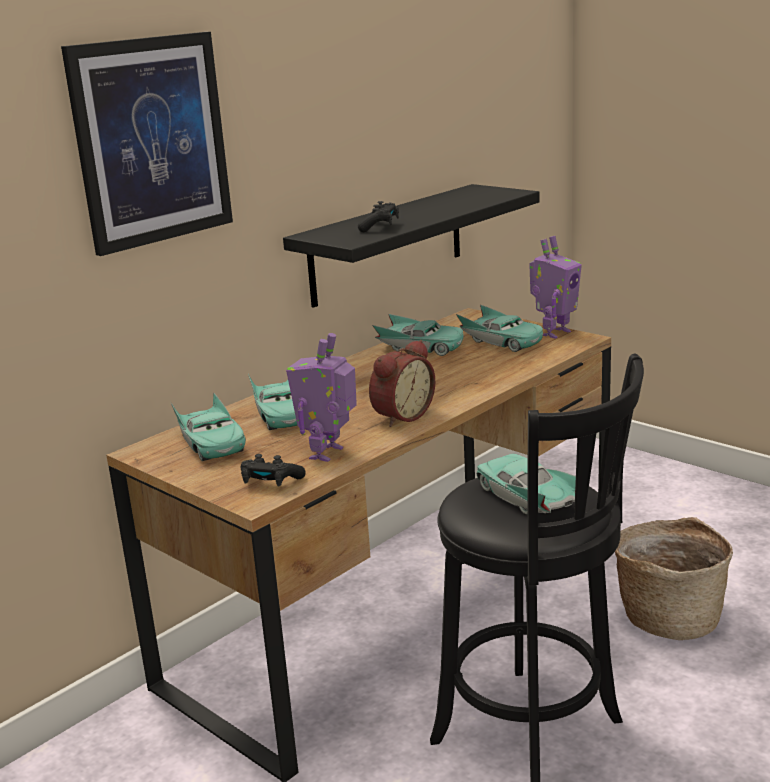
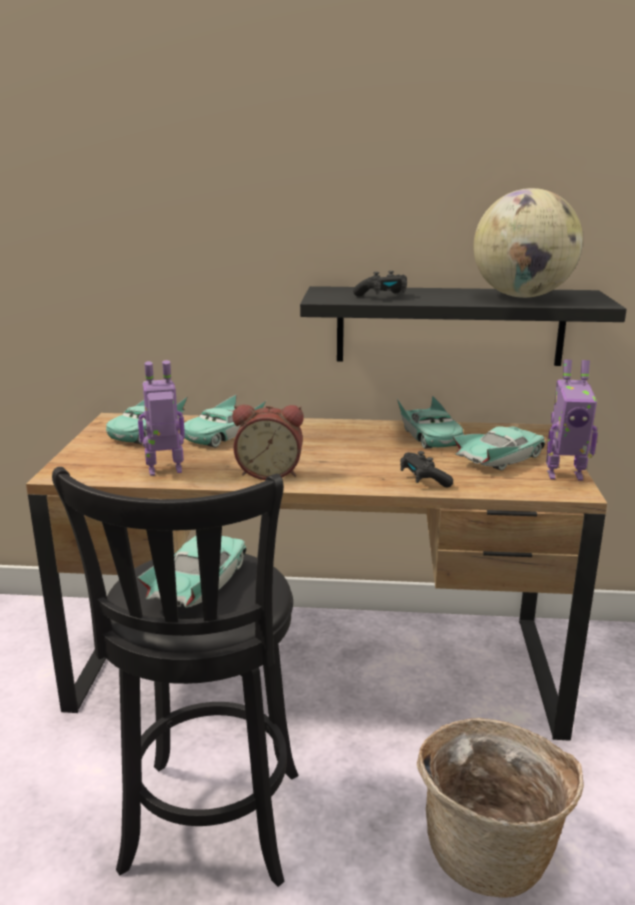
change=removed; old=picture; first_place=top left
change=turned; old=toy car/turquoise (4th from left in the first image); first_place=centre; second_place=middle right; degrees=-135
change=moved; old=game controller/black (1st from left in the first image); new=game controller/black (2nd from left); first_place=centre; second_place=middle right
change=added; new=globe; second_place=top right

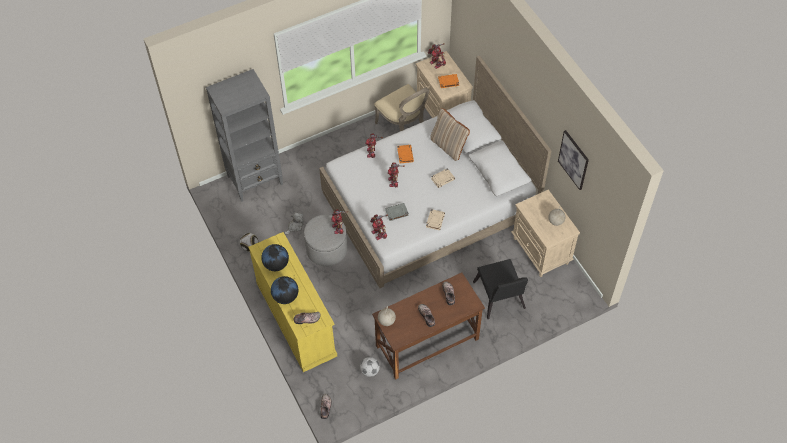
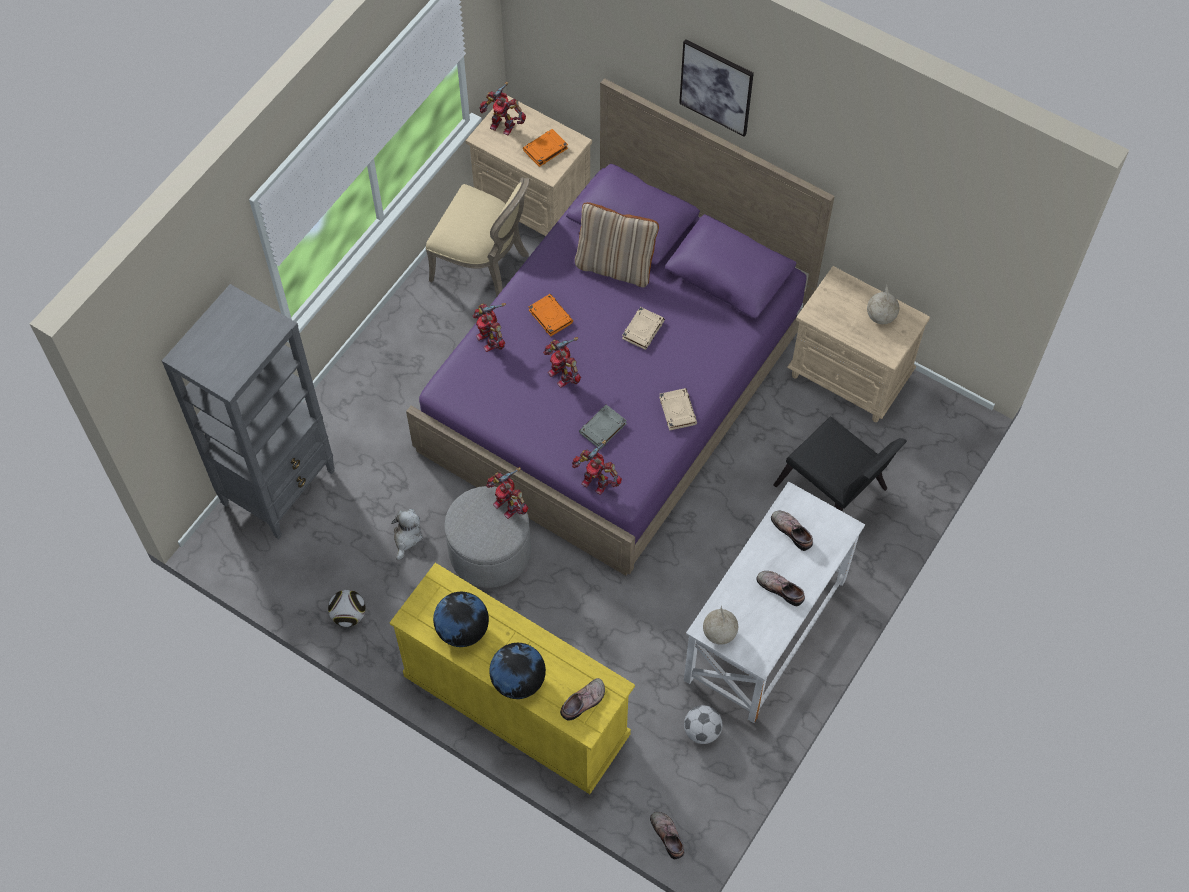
change=recoloured; old=bed/white; new=bed/purple; first_place=centre; second_place=centre
change=moved; old=picture; first_place=middle right; second_place=top centre
change=recoloured; old=desk/brown; new=desk/white; first_place=bottom centre; second_place=bottom centre

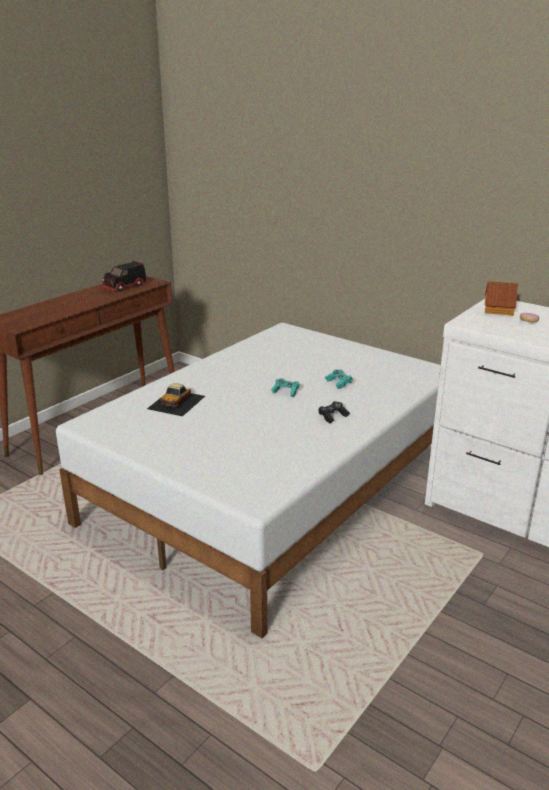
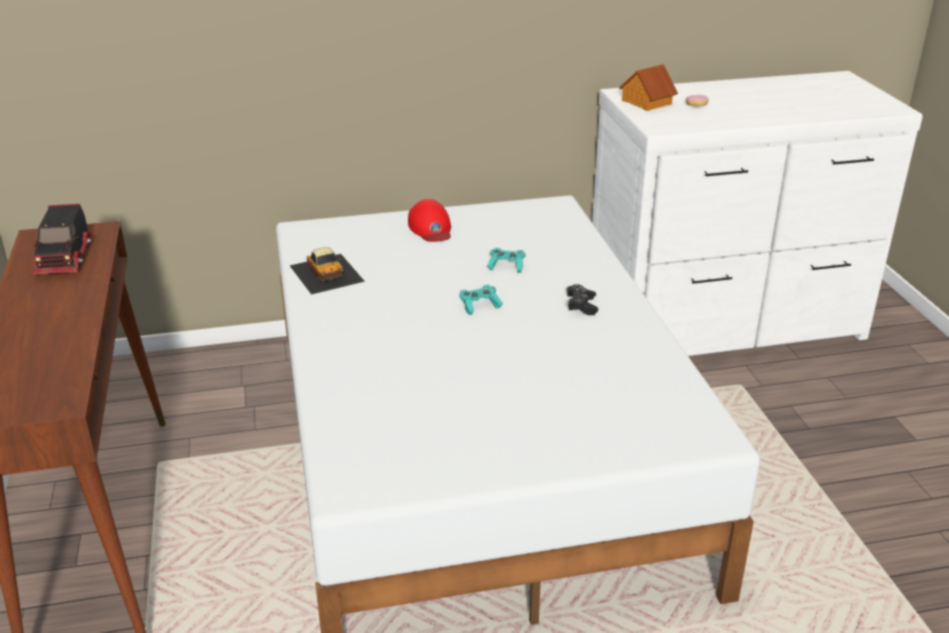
change=moved; old=toy car; first_place=middle left; second_place=centre
change=added; new=cap/red; second_place=centre

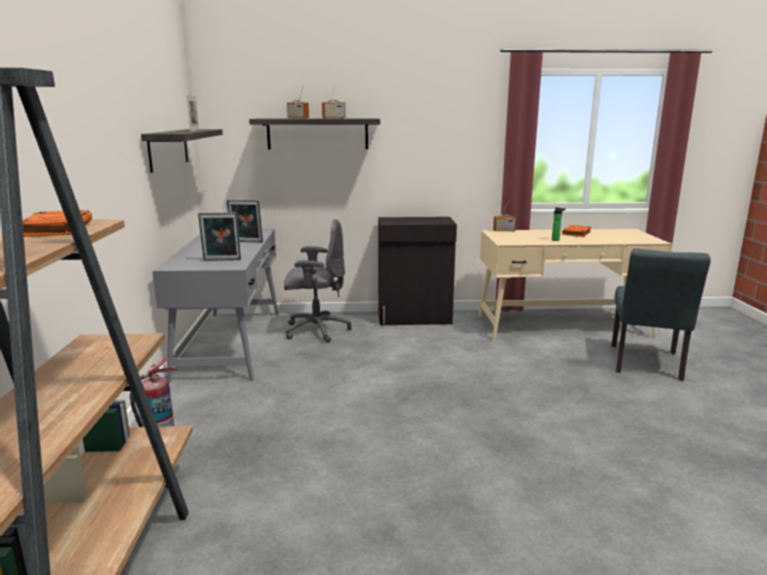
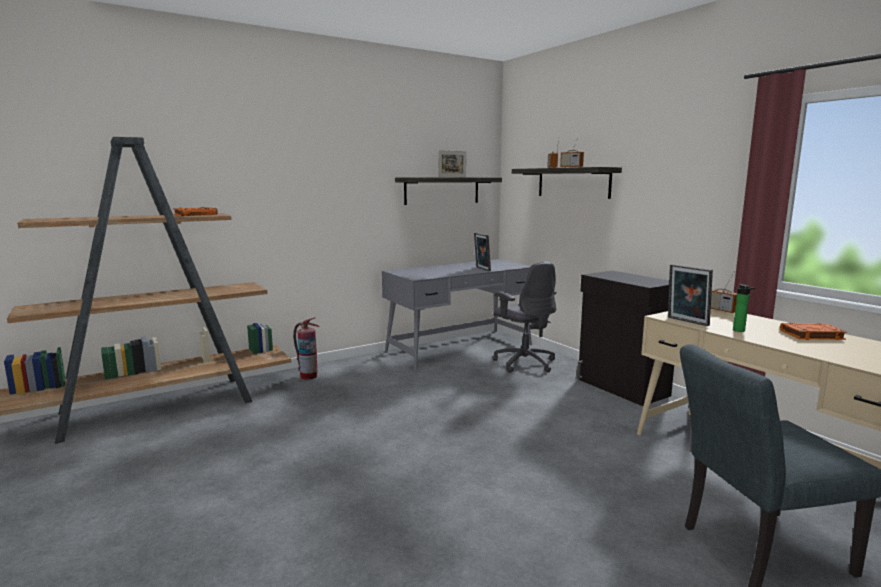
change=moved; old=picture frame (2nd from left in the first image); new=picture frame (3rd from left); first_place=middle left; second_place=middle right

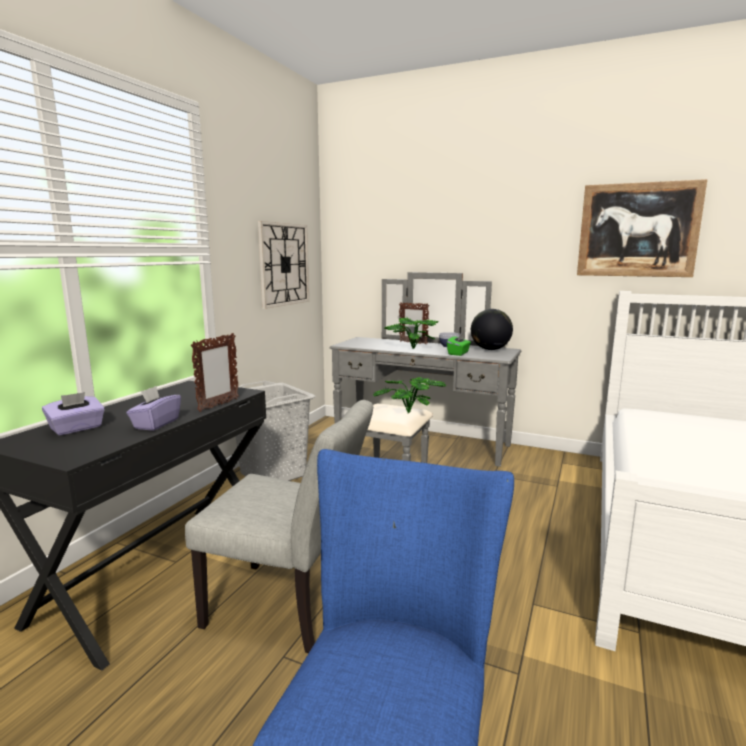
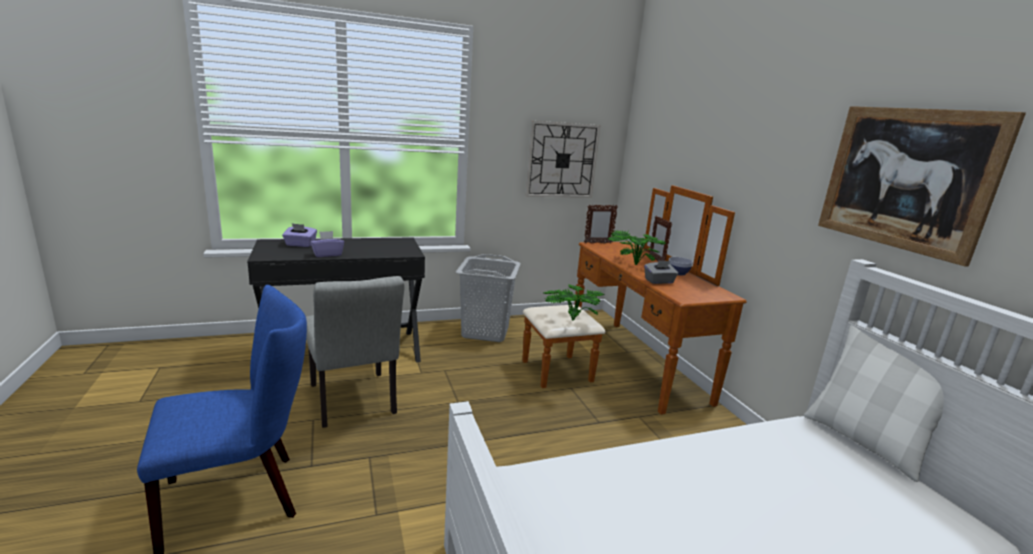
change=recoloured; old=dresser/grey; new=dresser/brown; first_place=centre; second_place=centre
change=removed; old=globe; first_place=centre
change=recoloured; old=tissue box/green; new=tissue box/grey; first_place=centre; second_place=centre
change=moved; old=picture frame (1st from left); first_place=middle left; second_place=centre
change=added; new=pillow/white; second_place=bottom right

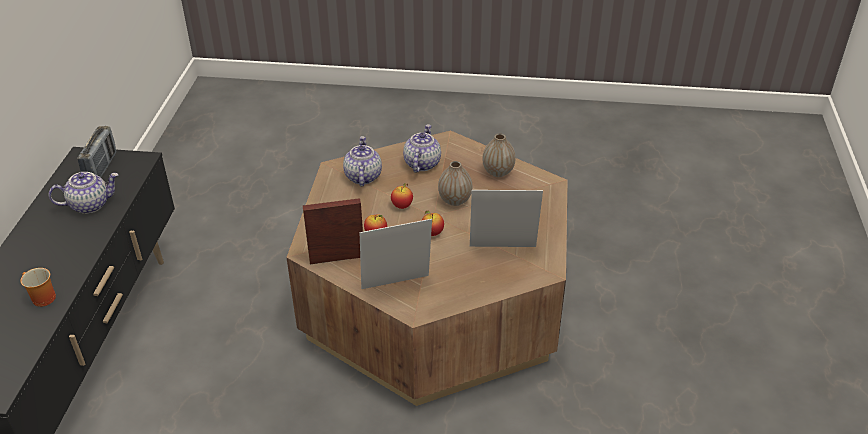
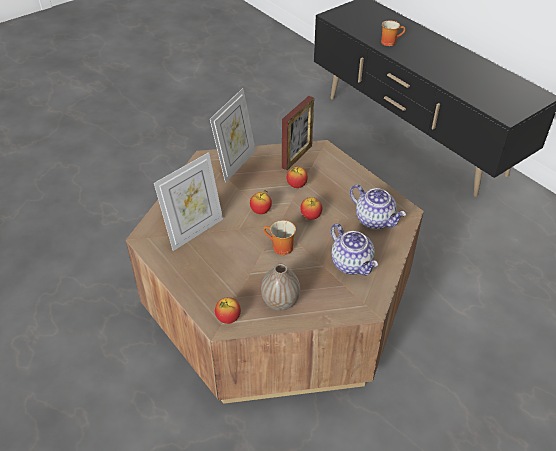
change=removed; old=radio; first_place=middle left
change=replaced; old=vase (1st from left); new=mug (1st from left); first_place=centre; second_place=centre
change=removed; old=teapot (1st from left); first_place=middle left
change=added; new=apple (1st from left); second_place=bottom centre

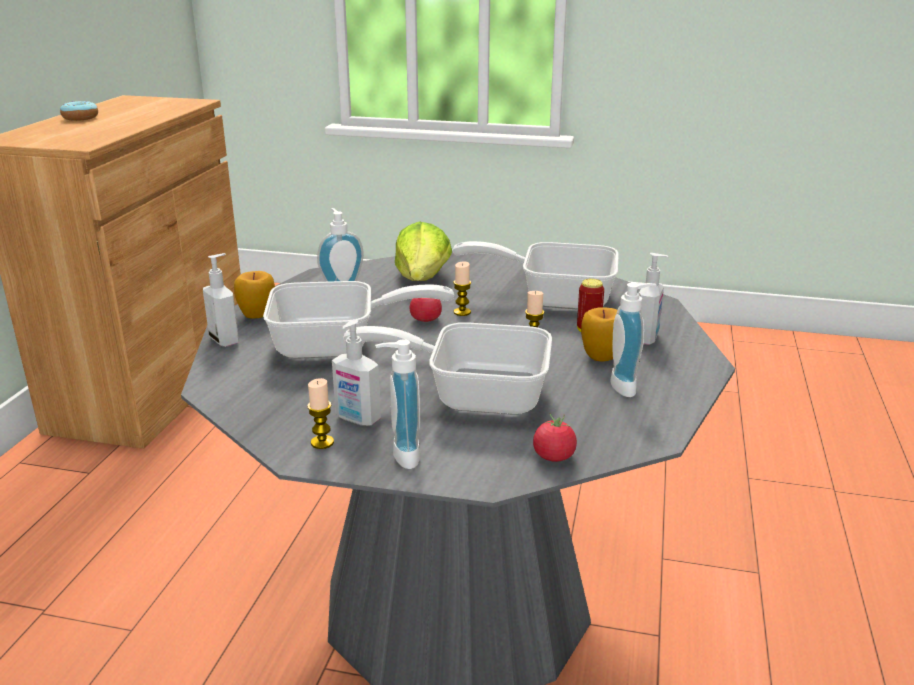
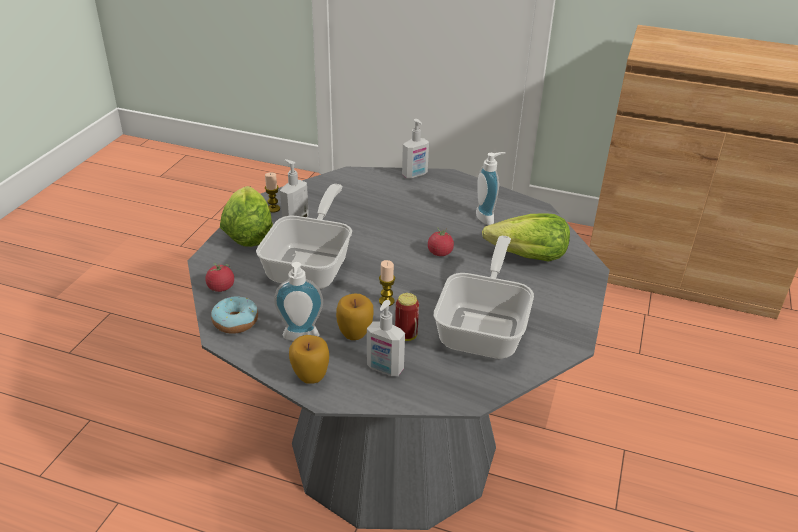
change=moved; old=donut; first_place=top left; second_place=middle left
change=removed; old=candle (2nd from left); first_place=centre
change=moved; old=apple (1st from left); first_place=middle left; second_place=bottom centre
change=removed; old=frying pan (1st from left); first_place=centre
change=replaced; old=soap dispenser (4th from left); new=lettuce (1st from left); first_place=centre; second_place=middle left

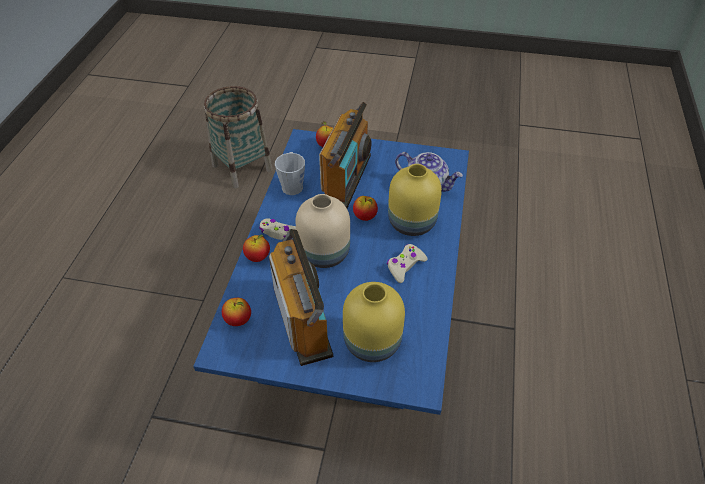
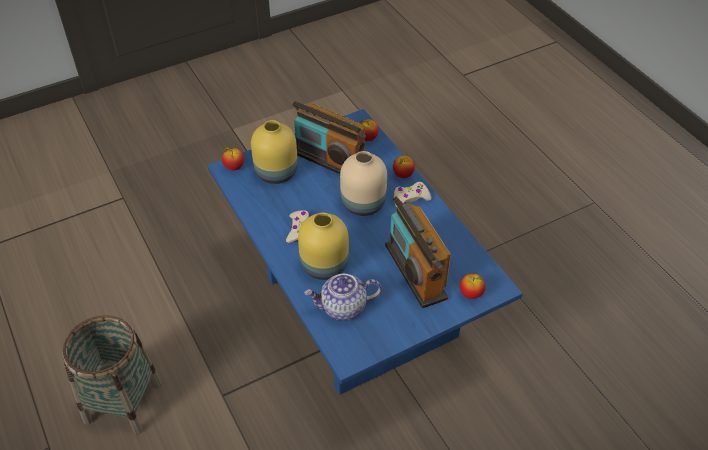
change=moved; old=basket; first_place=top centre; second_place=bottom left
change=removed; old=mug/grey; first_place=centre
change=moved; old=apple (4th from left in the first image); new=apple (1st from left); first_place=centre; second_place=middle left

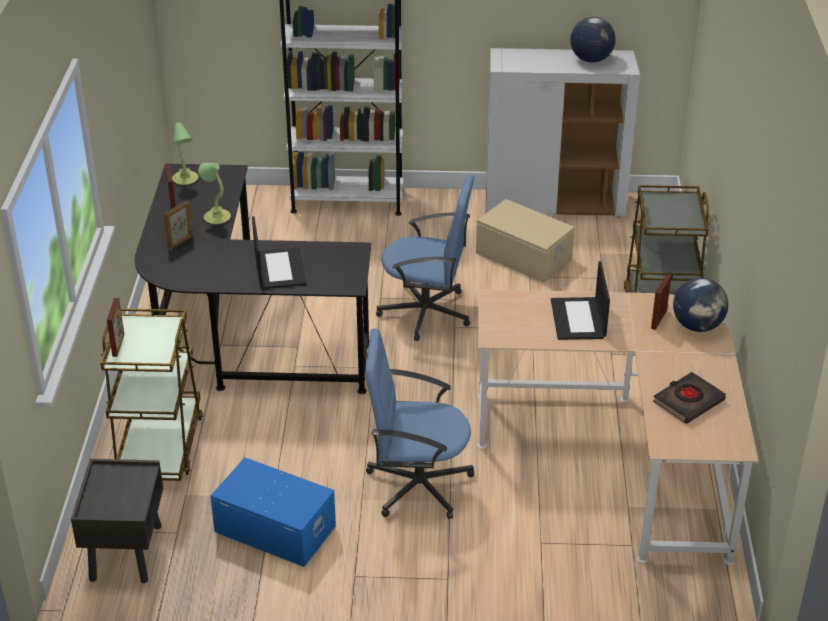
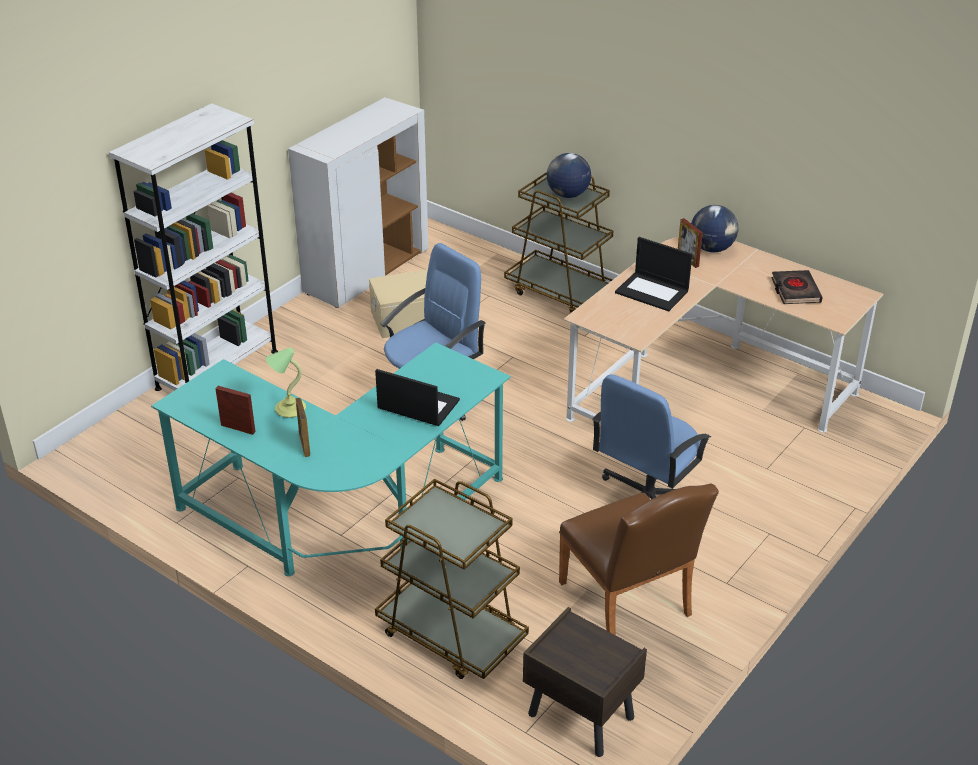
change=moved; old=globe (1st from left); first_place=top right; second_place=top centre
change=removed; old=table lamp (1st from left); first_place=top left
change=recoloured; old=desk/black; new=desk/turquoise; first_place=middle left; second_place=centre
change=removed; old=picture frame (1st from left); first_place=middle left
change=replaced; old=storage box/blue; new=chair/brown; first_place=bottom left; second_place=bottom centre

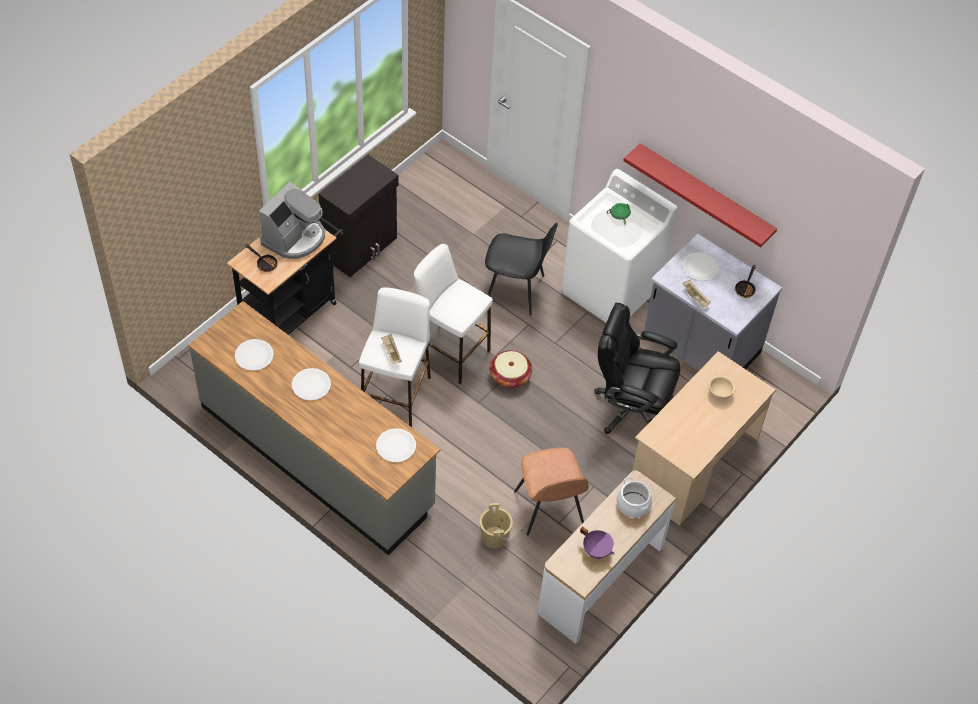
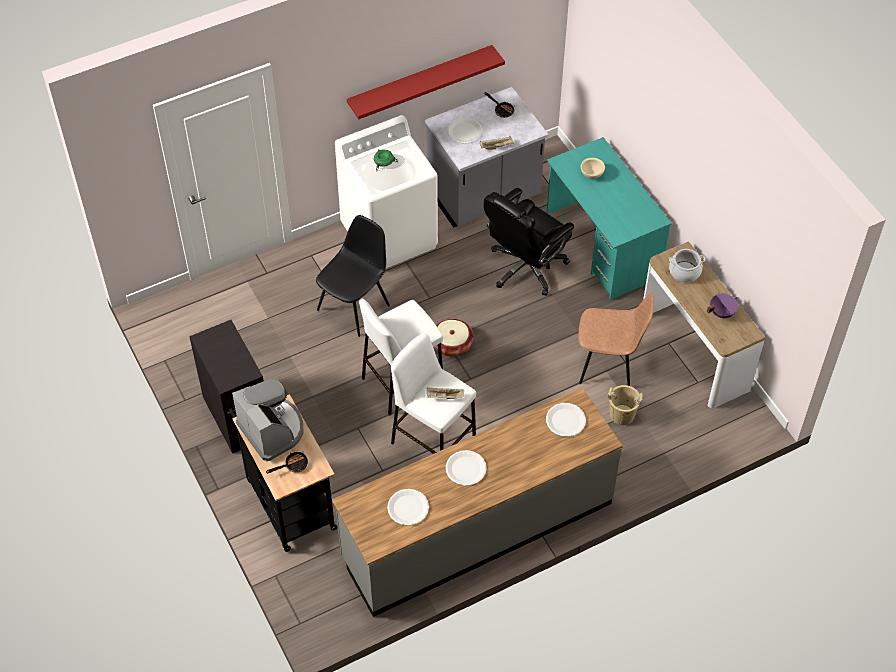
change=recoloured; old=desk/beige; new=desk/turquoise; first_place=middle right; second_place=top right

